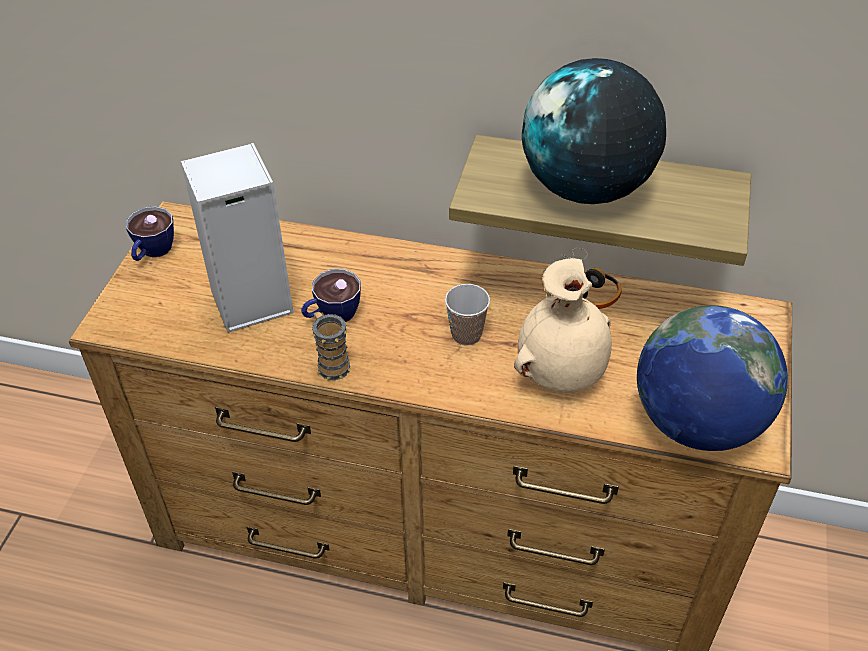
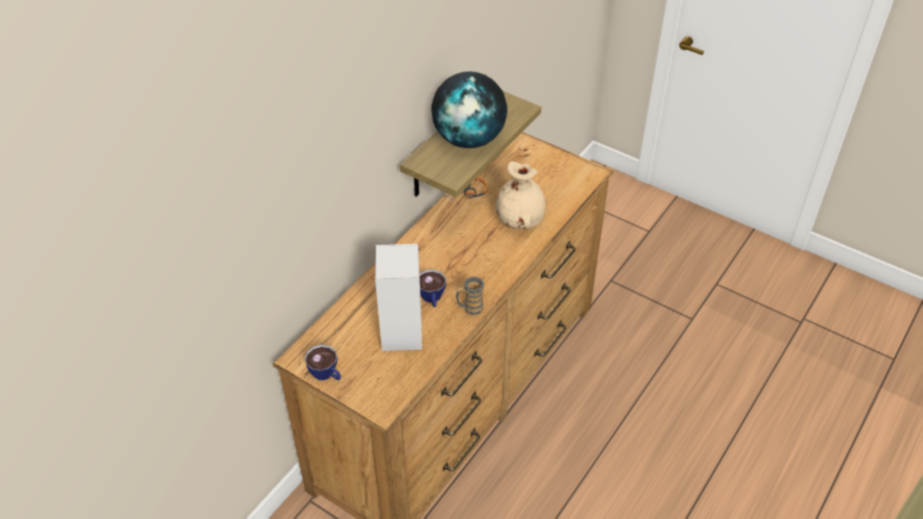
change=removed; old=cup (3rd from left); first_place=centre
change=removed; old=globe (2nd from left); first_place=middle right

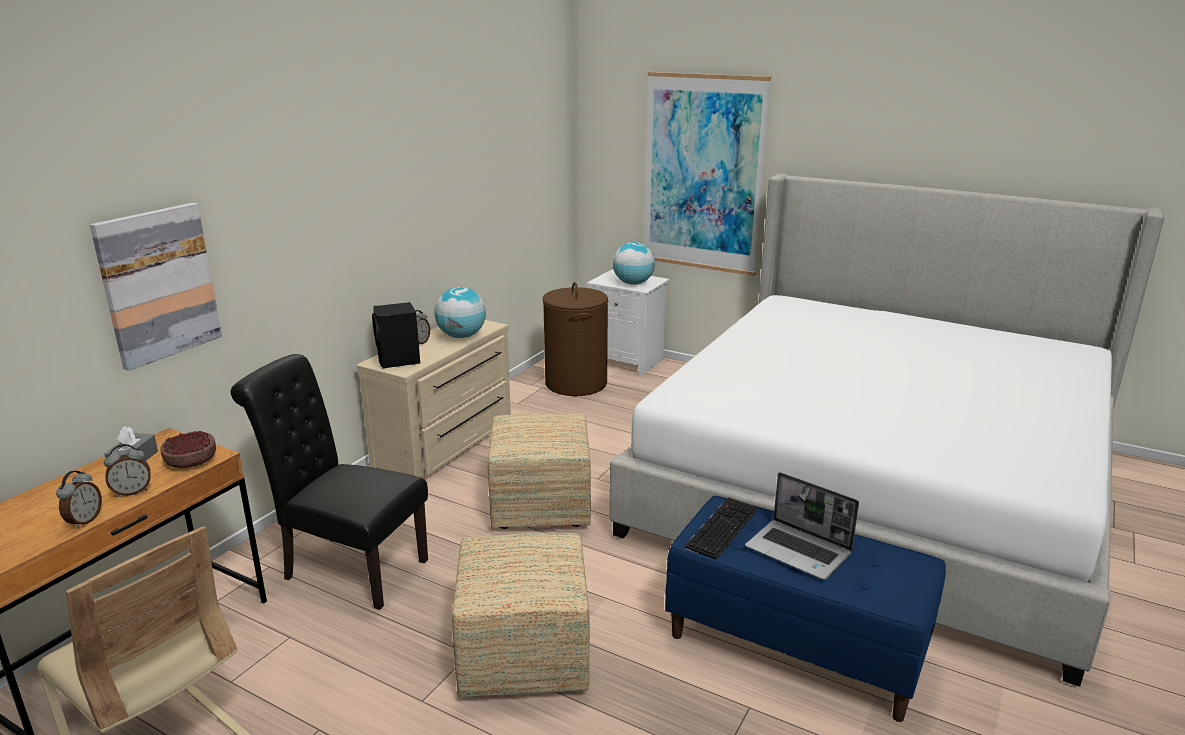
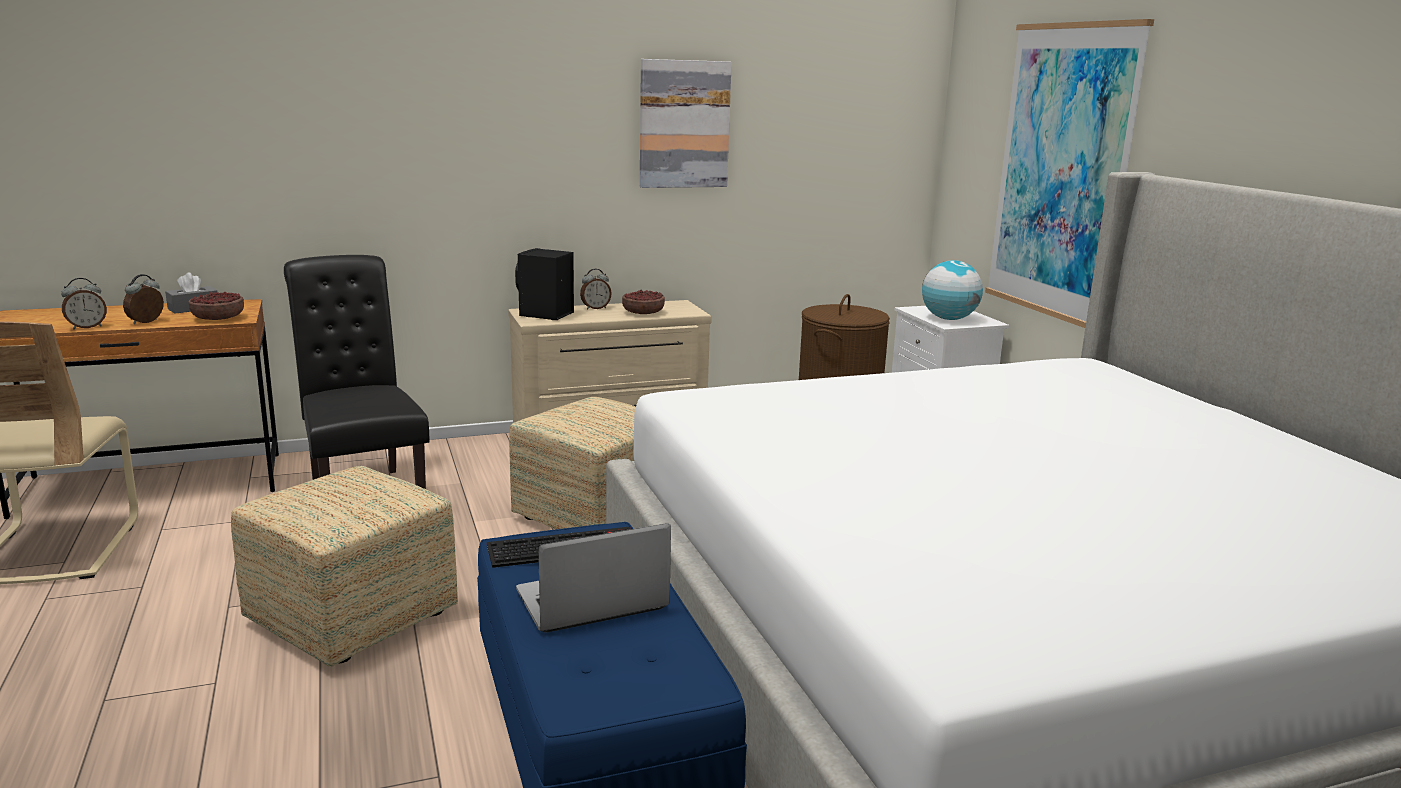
change=moved; old=picture (1st from left); first_place=middle left; second_place=top centre
change=replaced; old=globe (1st from left); new=bowl (2nd from left); first_place=centre; second_place=centre
change=turned; old=alarm clock (2nd from left); first_place=middle left; second_place=middle left; degrees=105
change=turned; old=laptop; first_place=bottom right; second_place=bottom centre; degrees=75

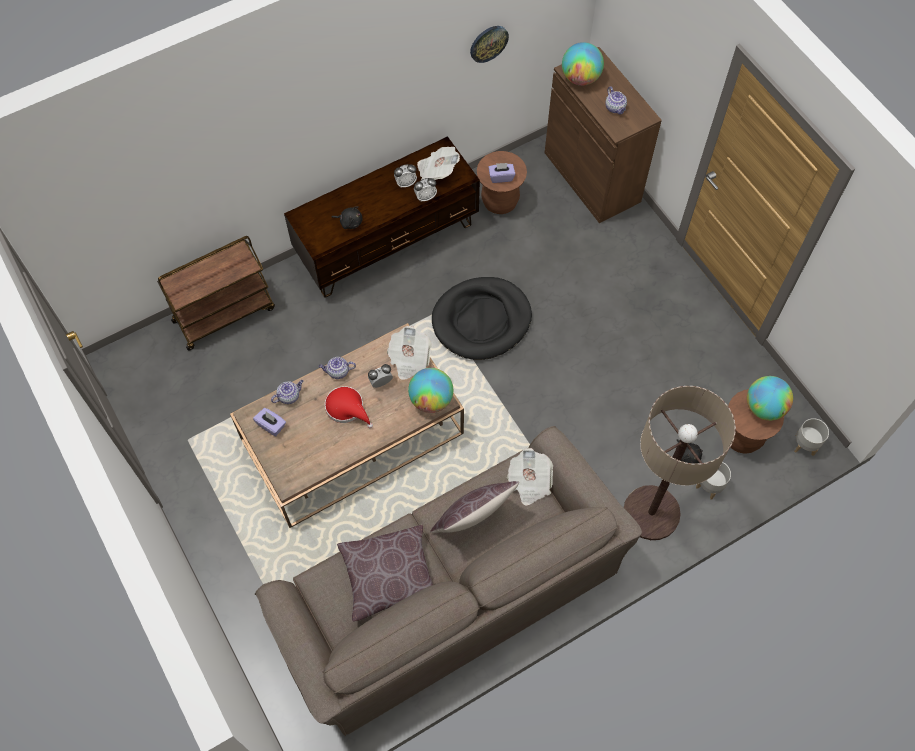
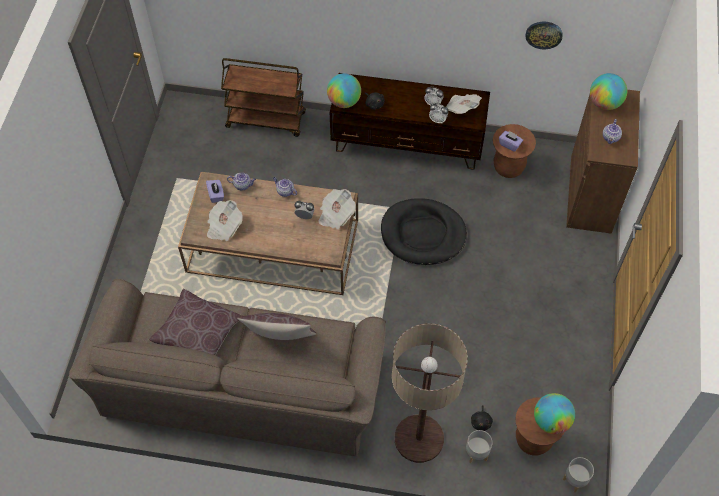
change=moved; old=globe (1st from left); first_place=centre; second_place=top centre
change=removed; old=hat/red; first_place=centre
change=moved; old=newspaper (3rd from left in the first image); new=newspaper (1st from left); first_place=centre; second_place=middle left

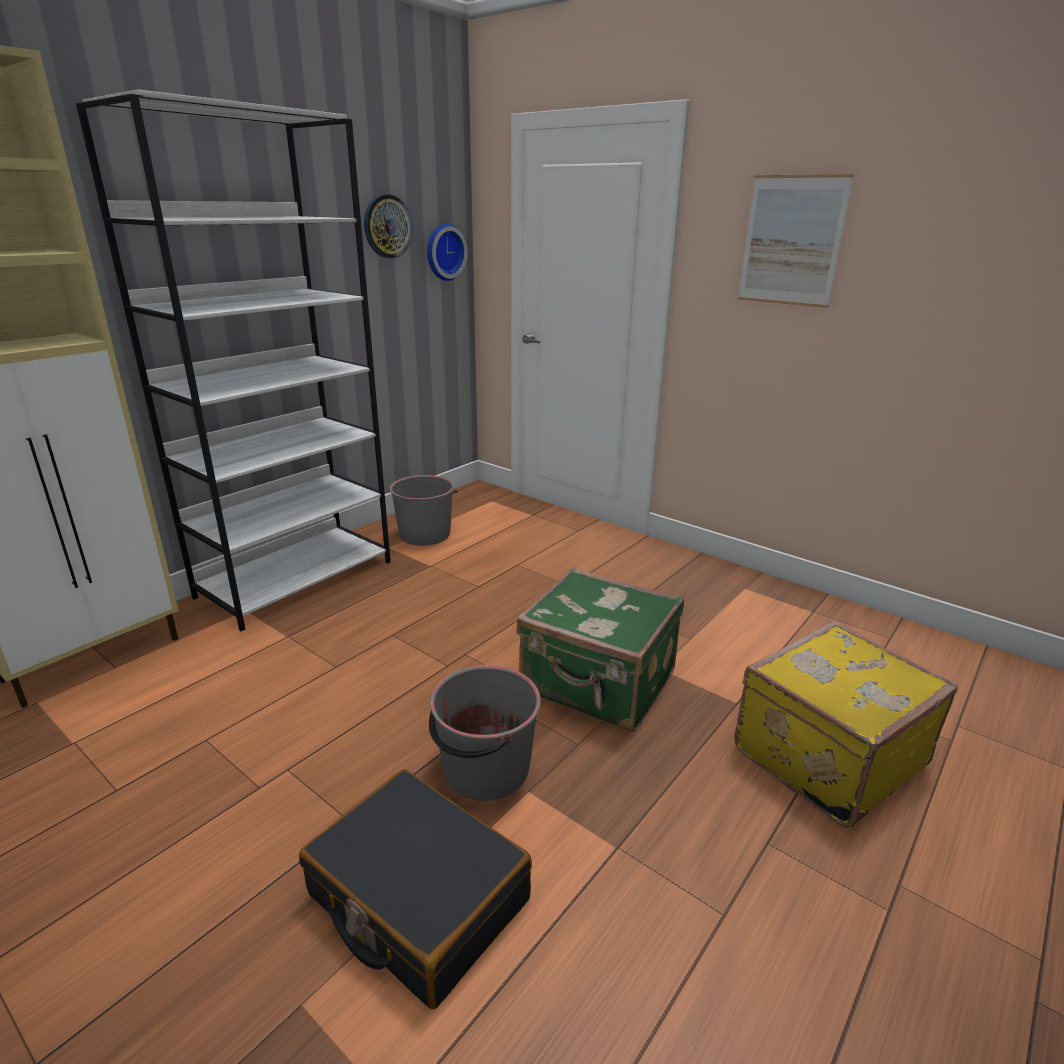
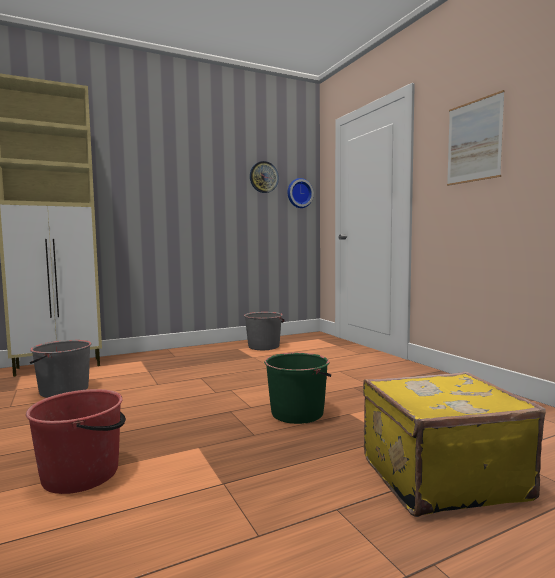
change=removed; old=bookcase/white; first_place=middle left
change=replaced; old=suitcase/green; new=bucket/green; first_place=centre; second_place=bottom centre
change=moved; old=bucket/grey (2nd from left in the first image); new=bucket/grey (1st from left); first_place=bottom centre; second_place=middle left
change=replaced; old=suitcase/black; new=bucket/red; first_place=bottom centre; second_place=bottom left

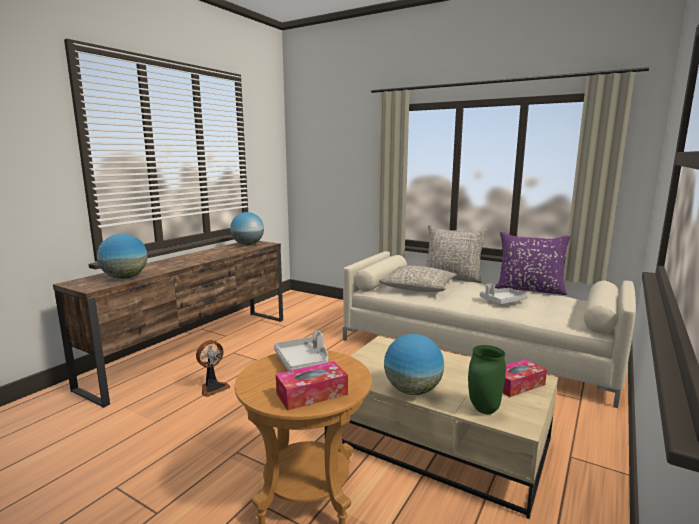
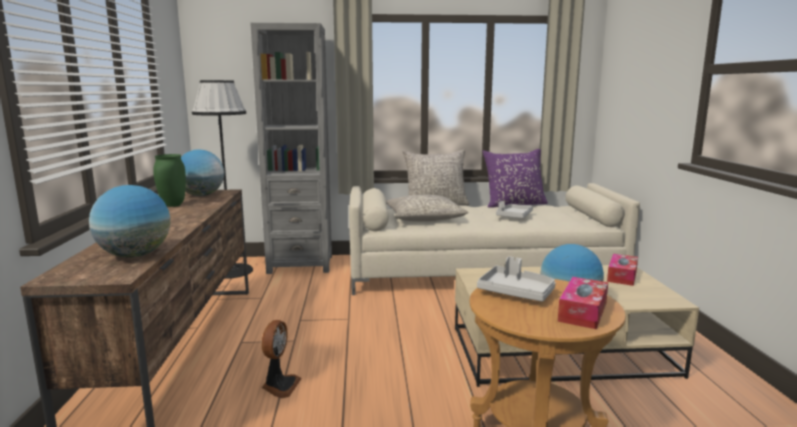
change=moved; old=vase/green; first_place=bottom right; second_place=middle left
change=added; new=bookcase/grey; second_place=centre
change=added; new=floor lamp/black; second_place=middle left

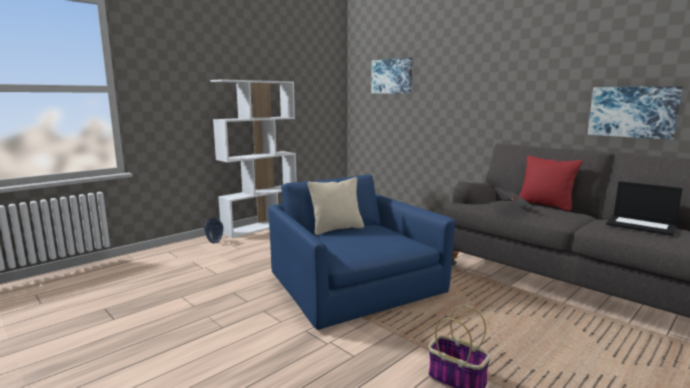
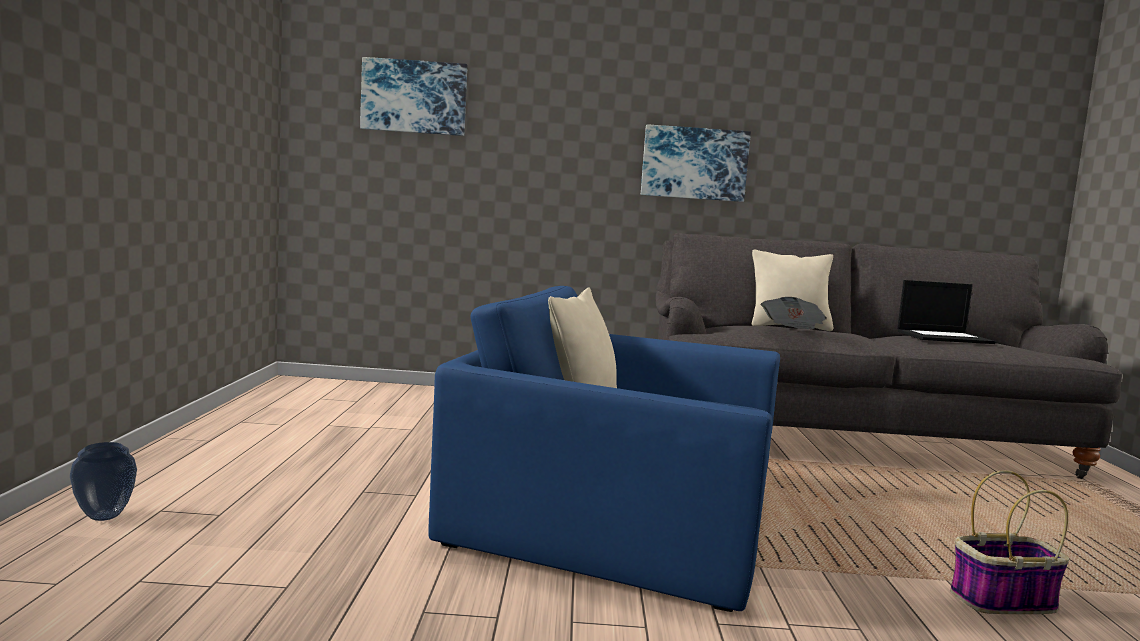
change=removed; old=bookcase/white; first_place=centre
change=moved; old=picture (2nd from left); first_place=top right; second_place=top centre
change=recoloured; old=pillow/red; new=pillow/beige (2nd from left); first_place=middle right; second_place=middle right

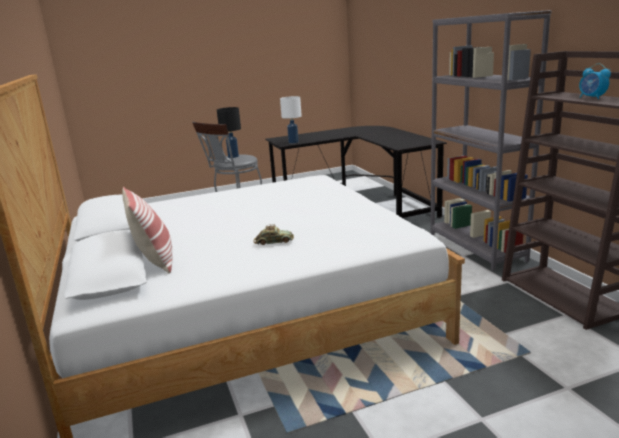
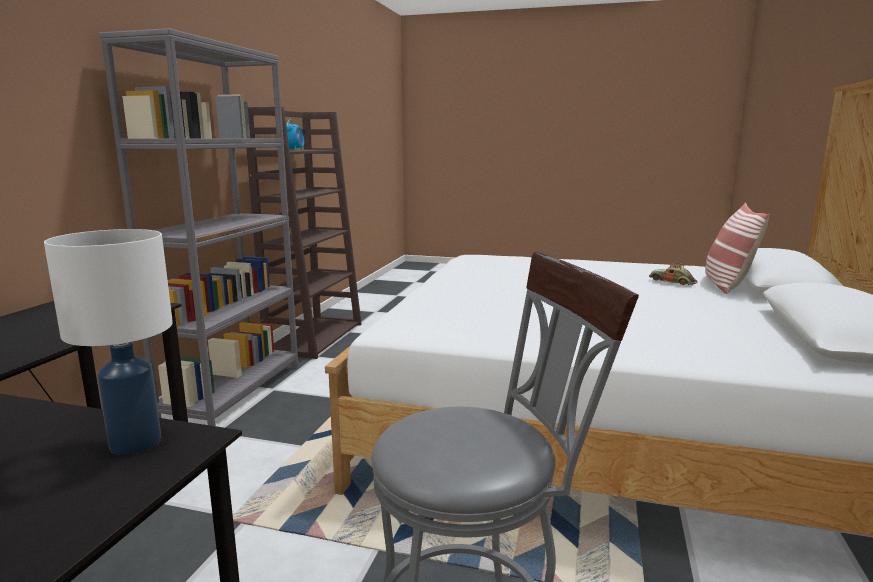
change=removed; old=table lamp/black; first_place=top centre
change=moved; old=toy car; first_place=centre; second_place=middle right

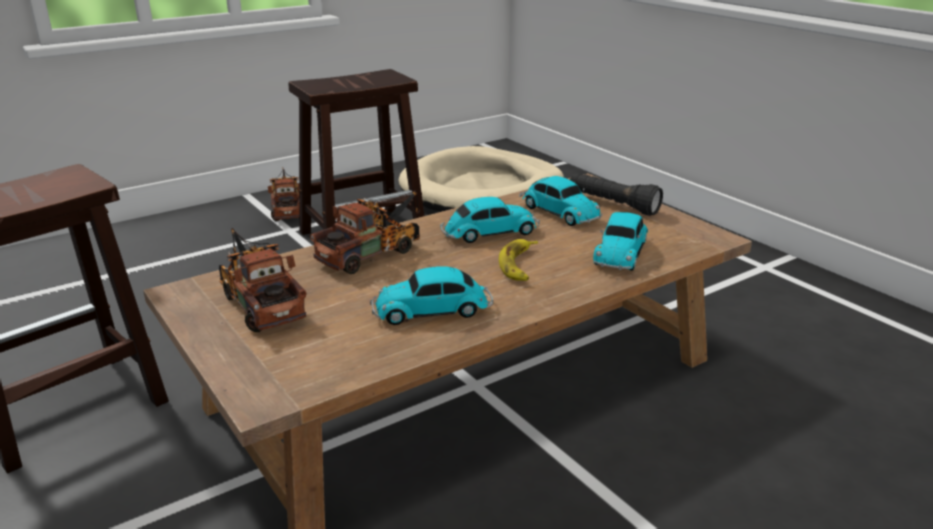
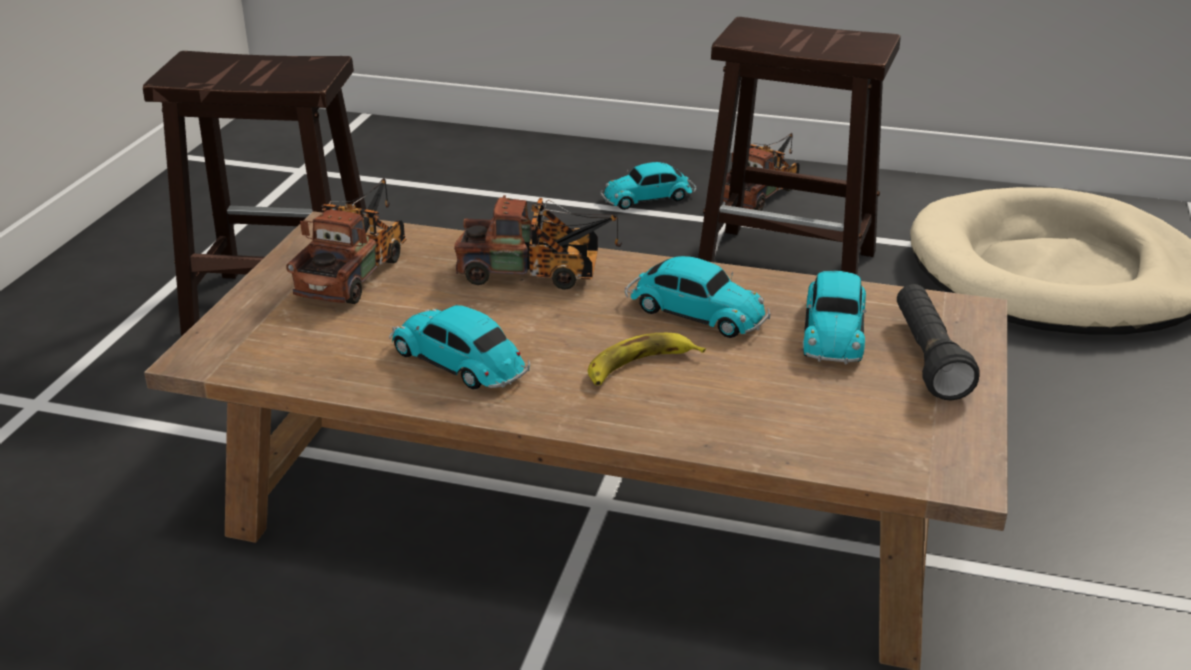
change=moved; old=toy car (4th from left in the first image); new=toy car (2nd from left); first_place=centre; second_place=top centre

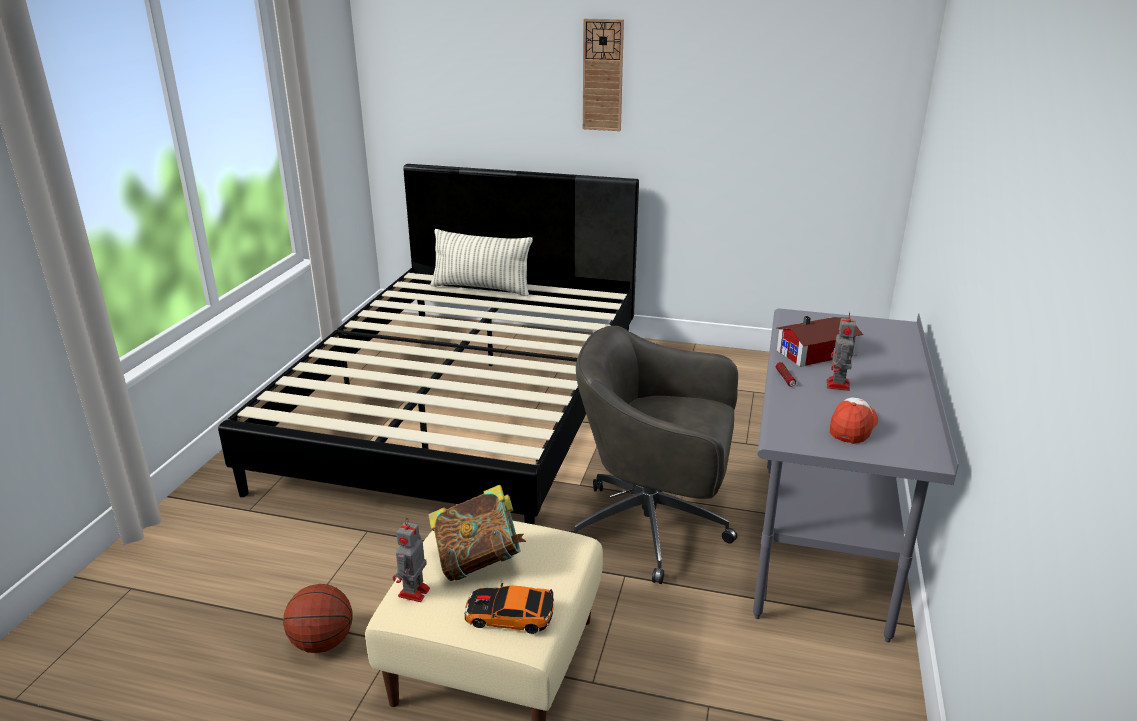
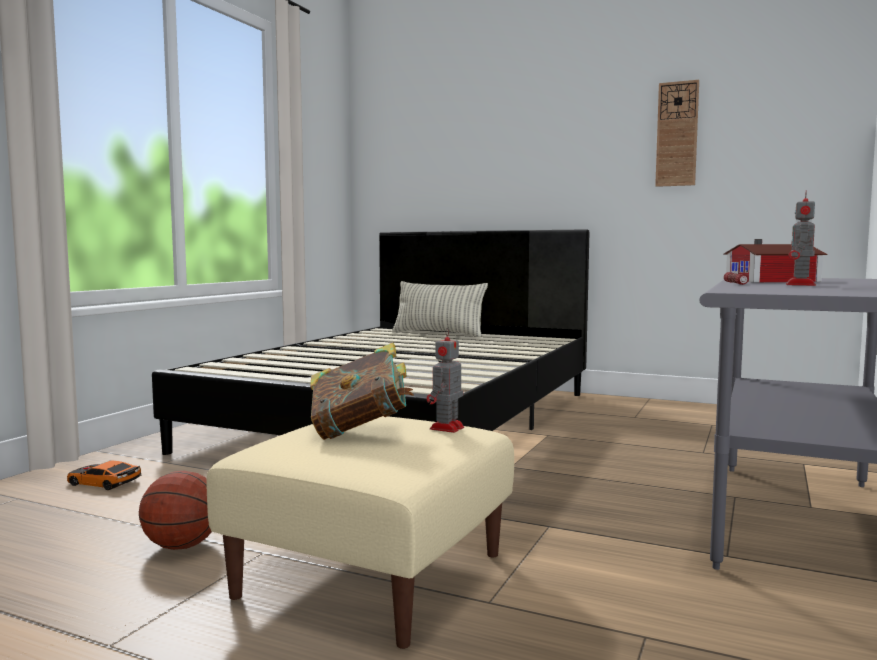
change=moved; old=wall clock; first_place=top centre; second_place=top right
change=removed; old=office chair/grey; first_place=centre
change=removed; old=cap; first_place=middle right
change=moved; old=toy robot (1st from left); first_place=bottom centre; second_place=centre
change=moved; old=toy car; first_place=bottom centre; second_place=bottom left

